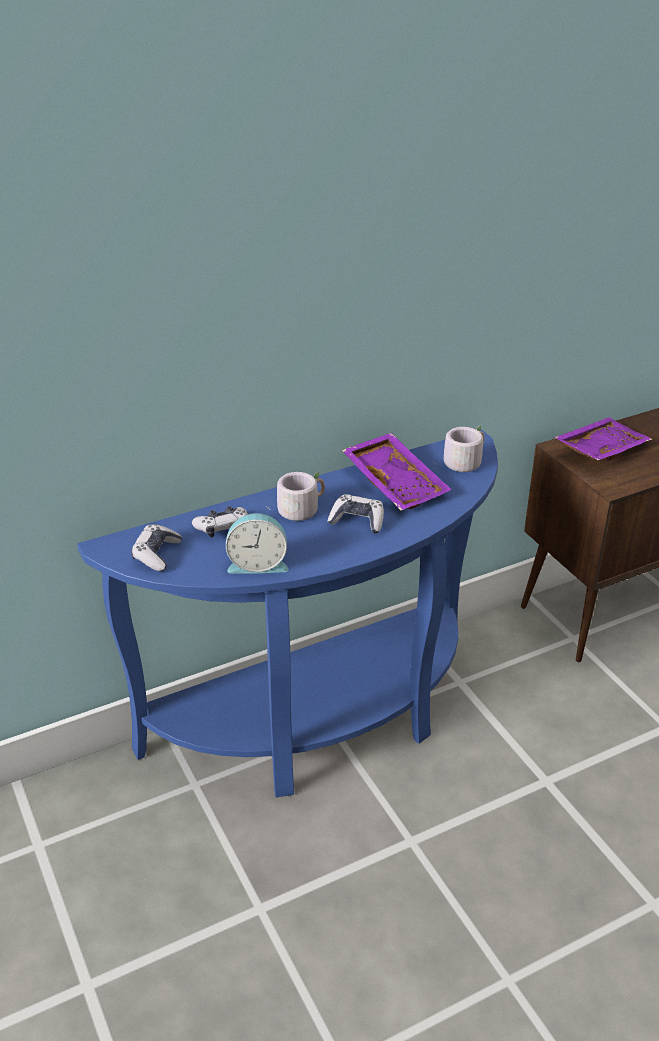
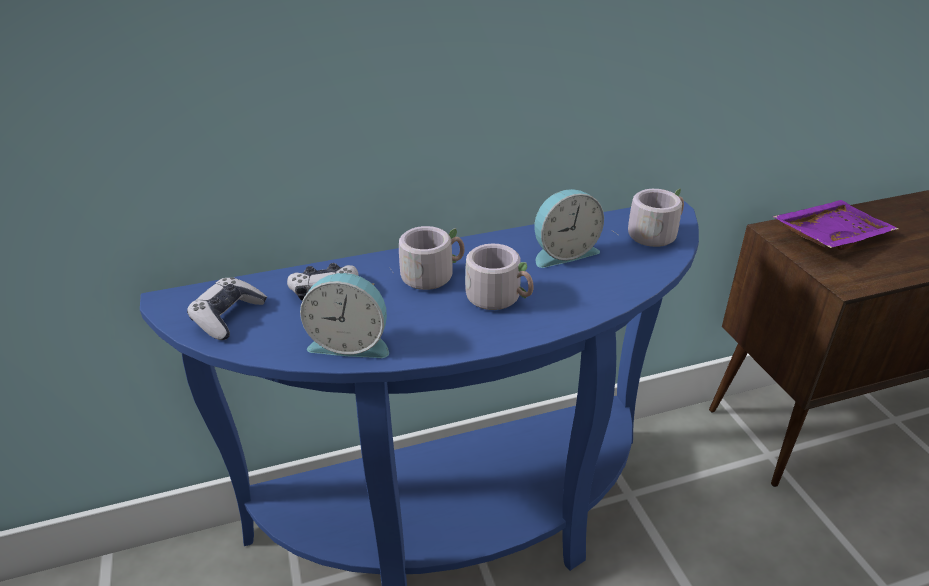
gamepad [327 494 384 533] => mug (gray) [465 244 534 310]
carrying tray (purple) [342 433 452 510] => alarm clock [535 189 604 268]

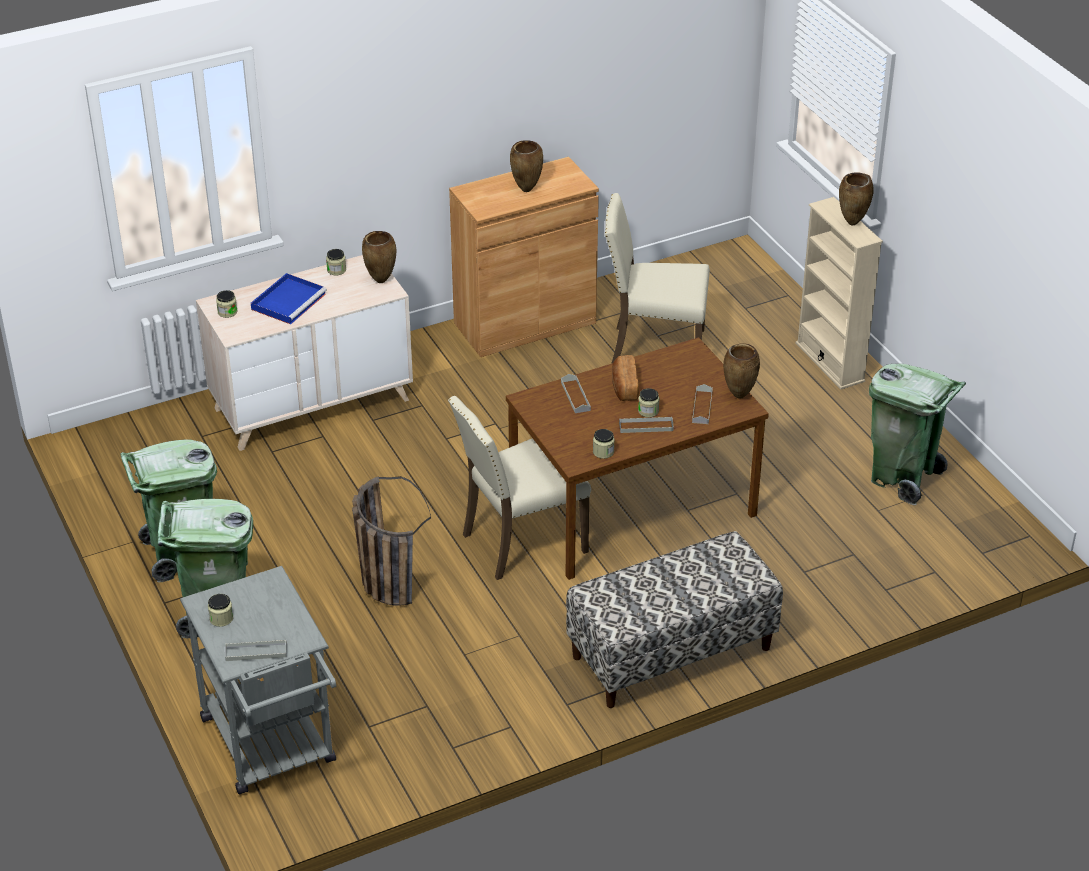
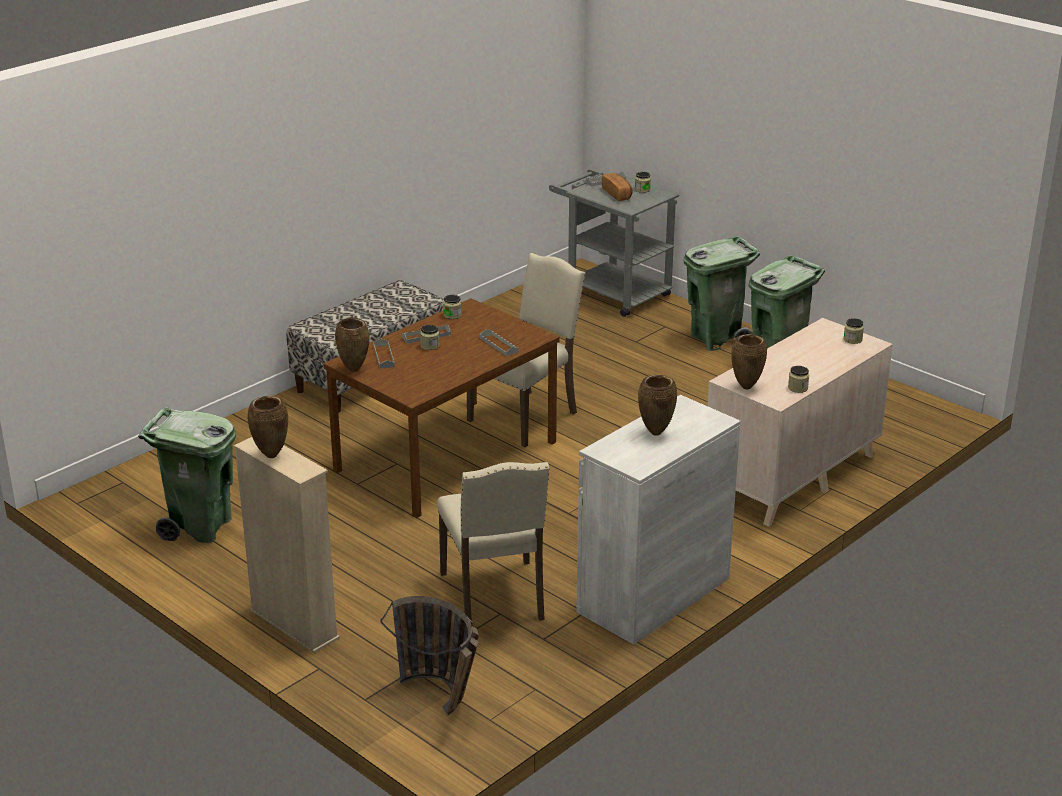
carrying tray (blue-coloured) [251 273 327 324] => nothing
basket [352 476 431 606] => basket [381 596 479 715], moved
baked bread [612 355 639 401] => baked bread [602 173 633 201], moved
cabinet (brown) [449 157 599 357] => cabinet (white-coloured) [576 395 741 645]
upright chair (beige) [604 193 710 364] => upright chair (beige) [437 462 550 621], 90 degrees clockwise

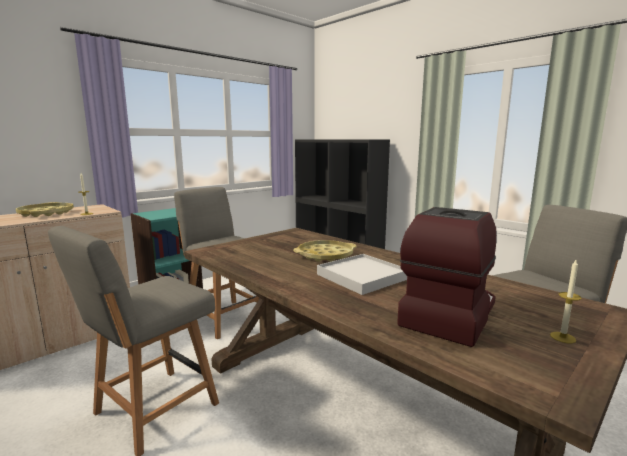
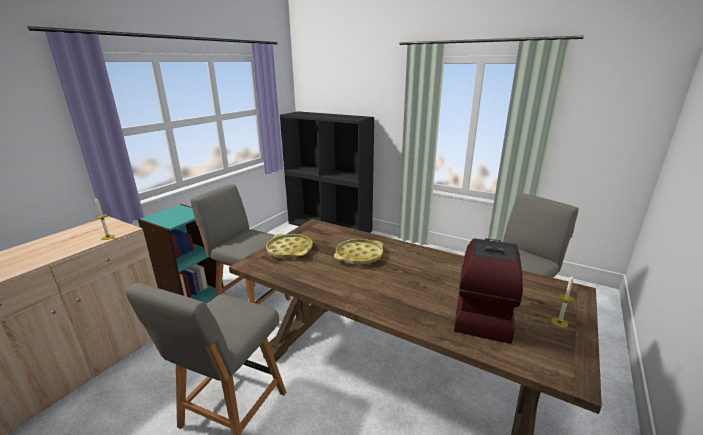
carrying tray (white-coloured) [317 254 407 295] => nothing
carrying tray (yellowish) [16 202 74 217] => carrying tray (yellowish) [266 234 313 259], moved

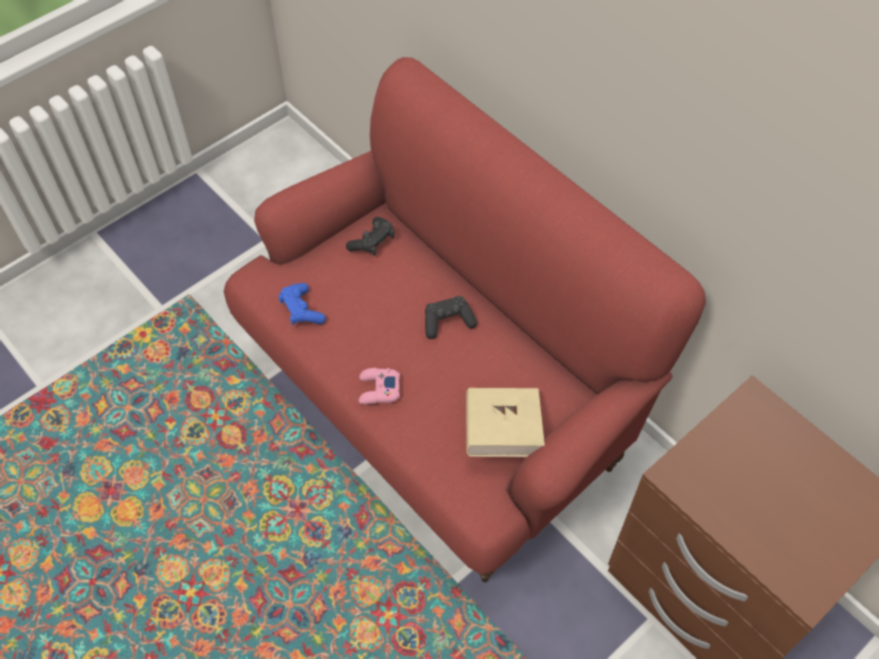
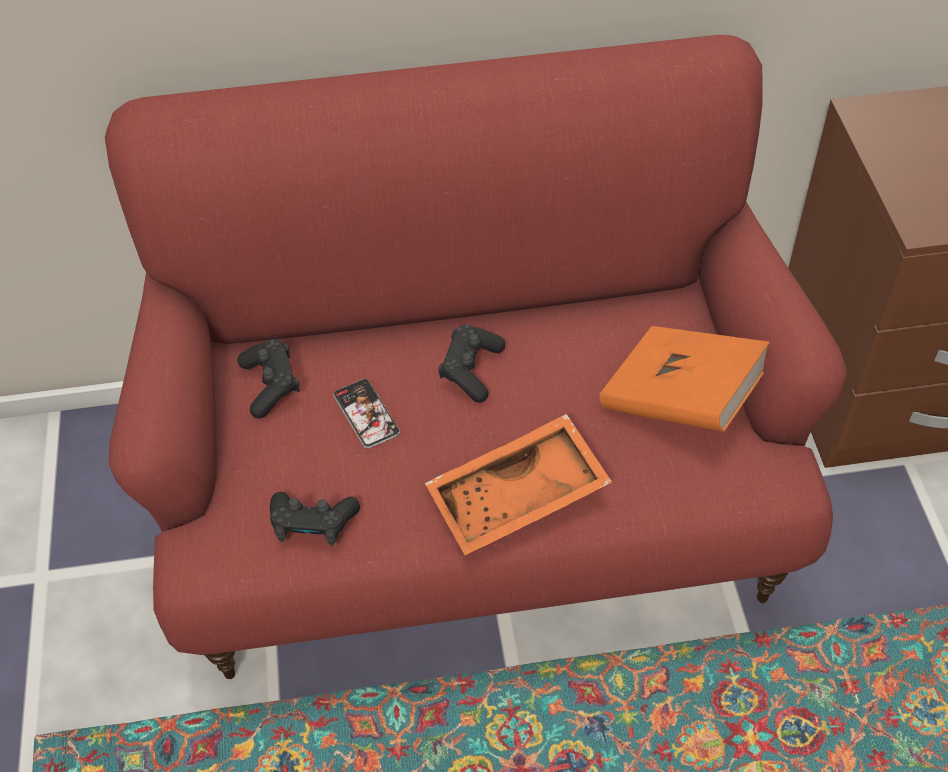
nothing => handset [333 379 400 448]
gamepad (pink-coloured) [359 368 400 404] => carrying tray (orangey) [425 414 612 555]
gamepad (blue-coloured) [279 283 326 325] => gamepad (black-coloured) [270 492 360 546]
book (beige) [466 388 545 457] => book (orangey) [600 326 770 432]

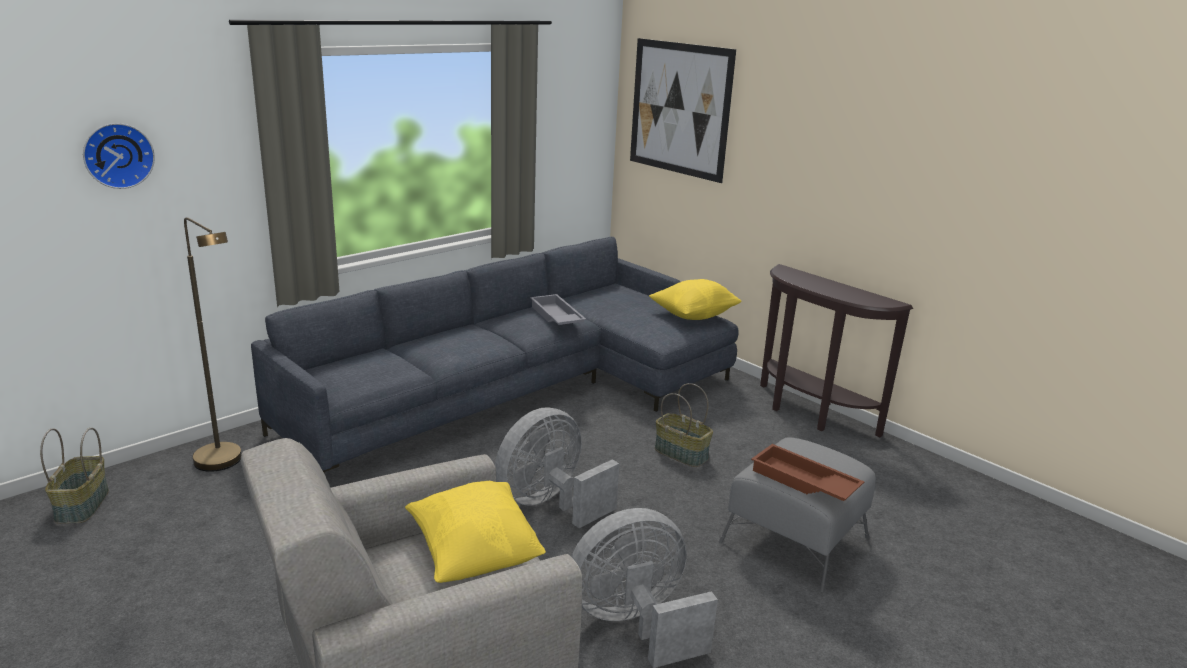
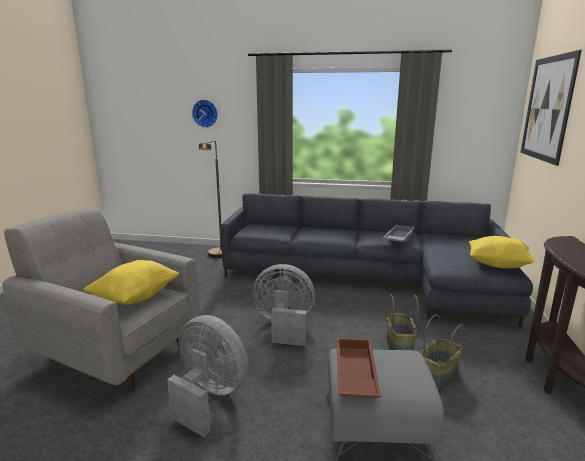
basket [40 428 109 524] => basket [421 314 465 389], moved

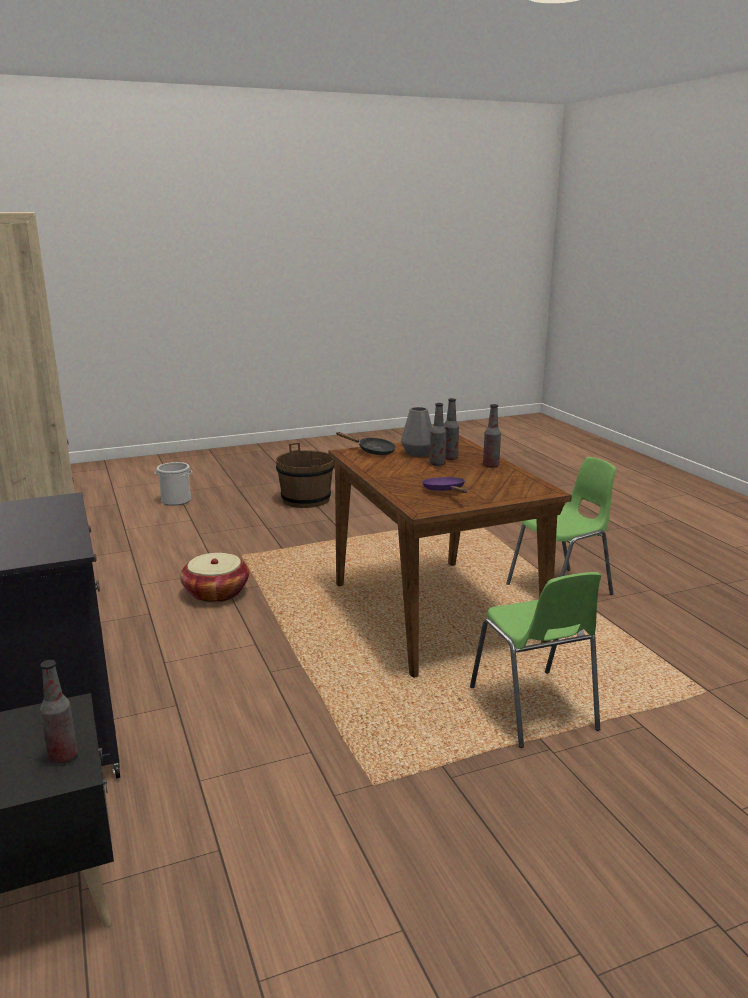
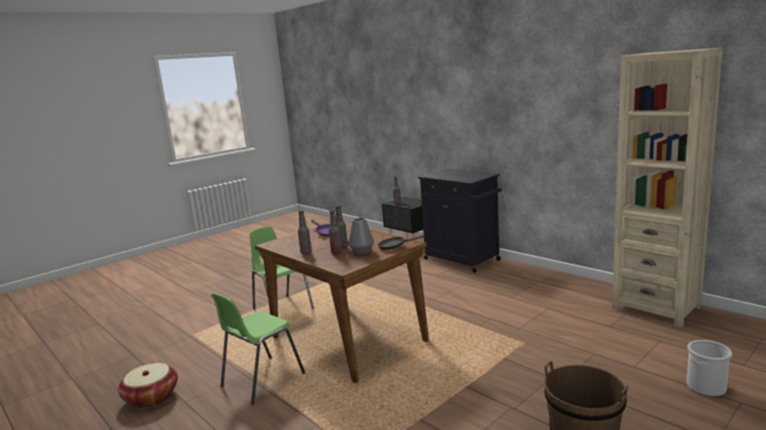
basket [180 553 249 603] => basket [118 363 178 408], moved

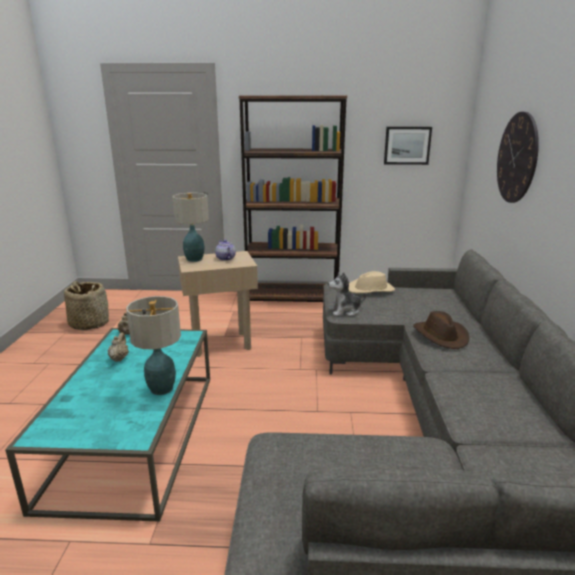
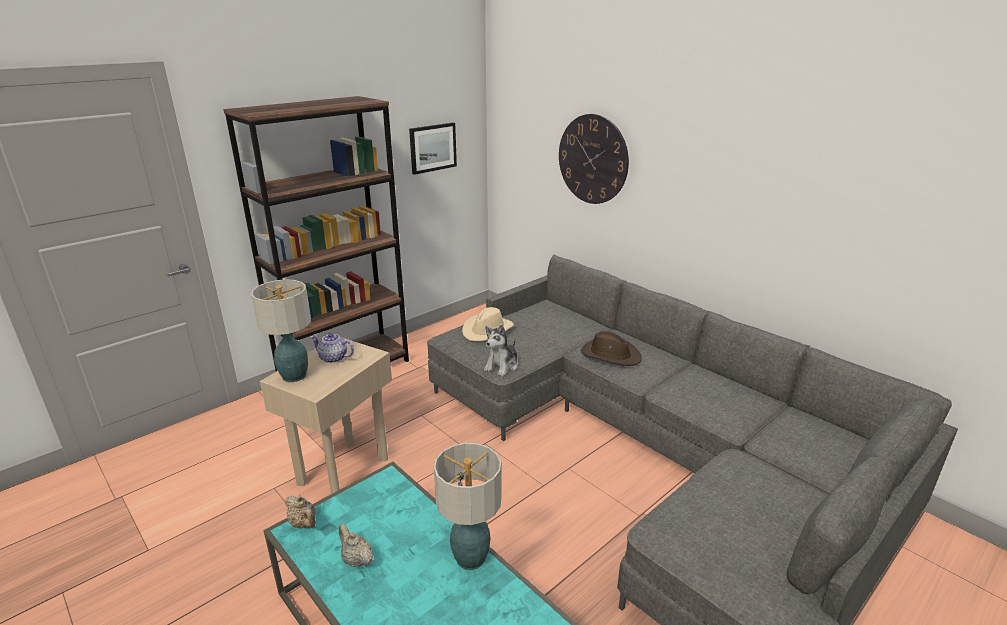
basket [64 281 109 330] => nothing

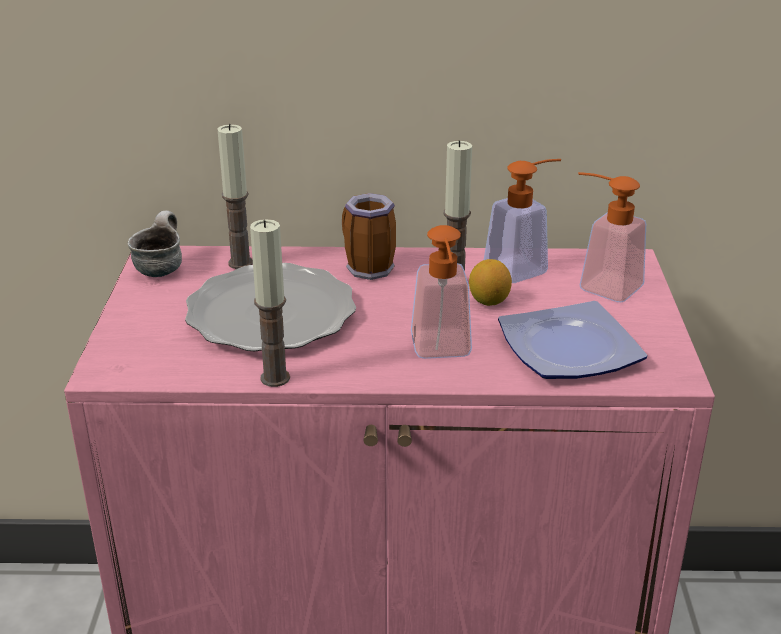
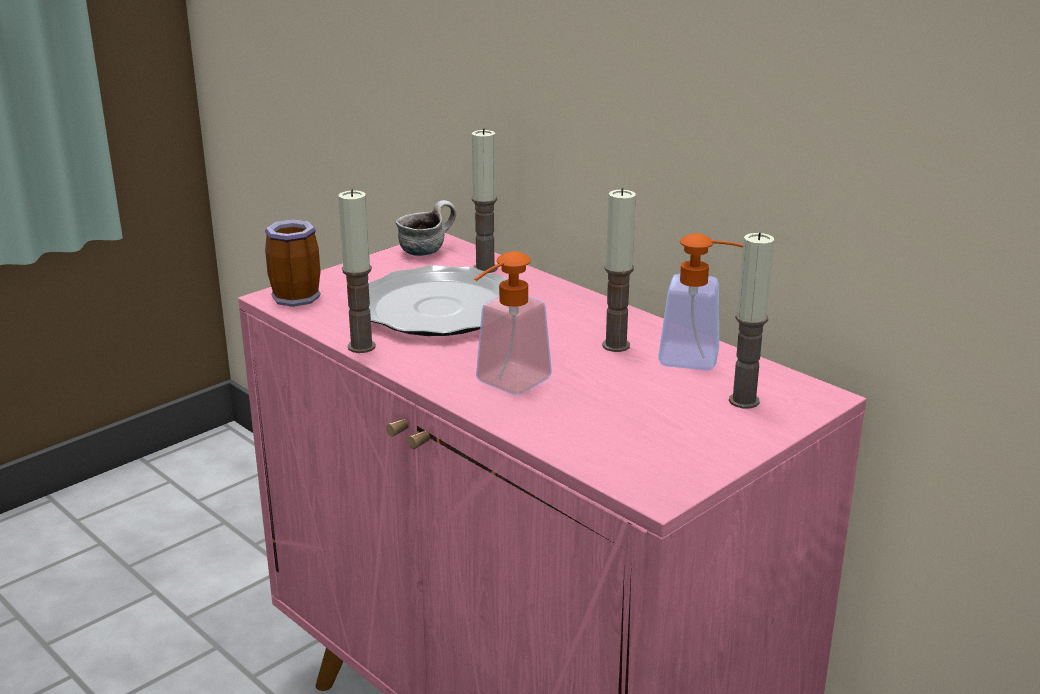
citrus fruit [469 259 512 306] => nothing
plate [498 301 647 379] => nothing
mug [342 193 396 280] => mug [265 219 321 307], moved
liquid soap bottle [578 172 646 302] => wax light [729 232 774 409]

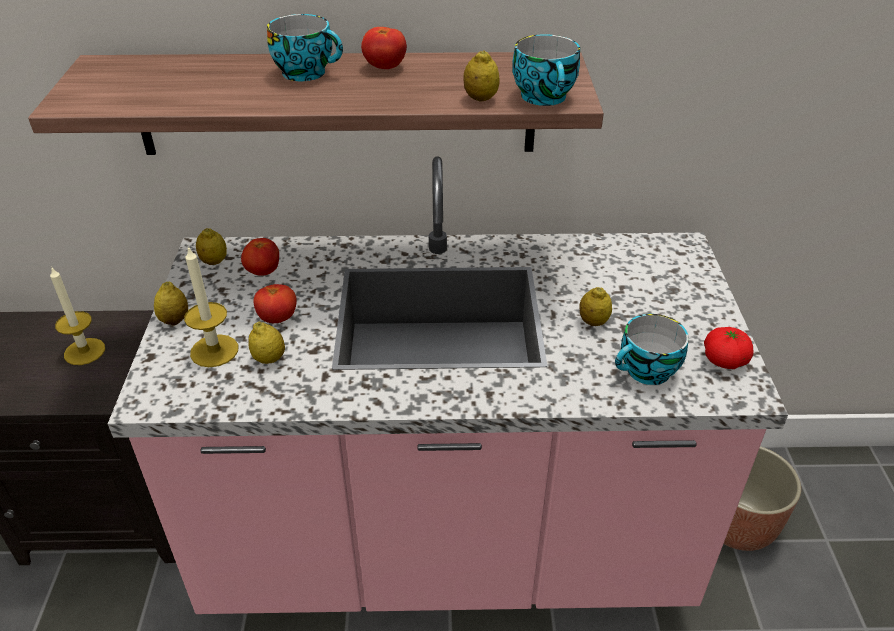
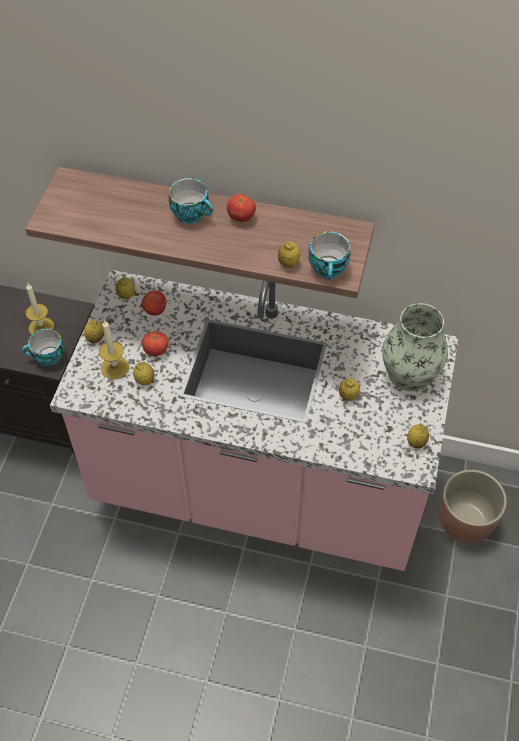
nothing => flower vase [382 303 448 391]
cup [615 314 689 385] => cup [22 328 64 366], moved
whole tomato [704 327 753 369] => citrus fruit [407 423 429 448]

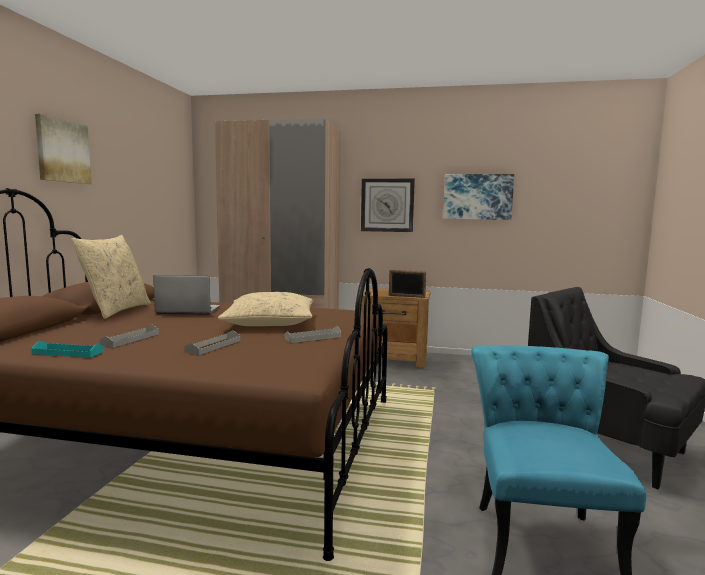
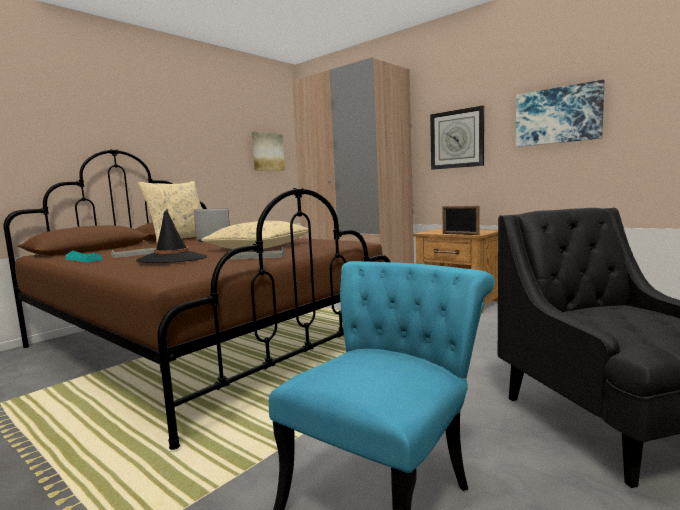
picture [35 114 91 184] => picture [252 132 285 171], moved
carrying tray (gray) [185 330 240 355] => wearable hat (black-coloured) [136 209 208 263]

